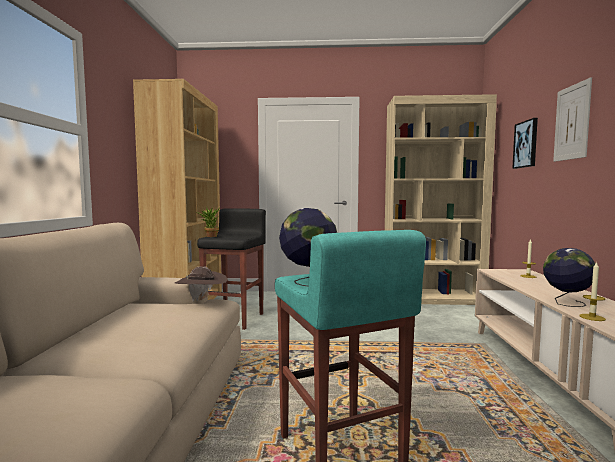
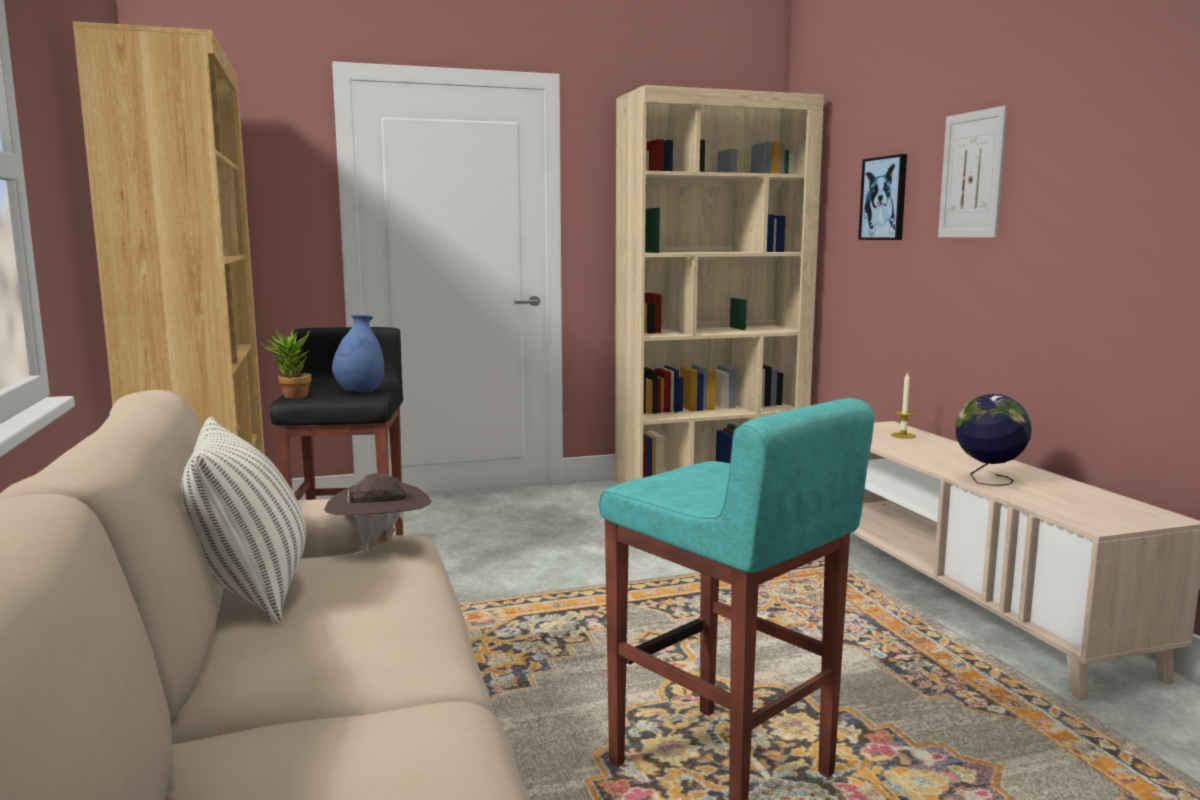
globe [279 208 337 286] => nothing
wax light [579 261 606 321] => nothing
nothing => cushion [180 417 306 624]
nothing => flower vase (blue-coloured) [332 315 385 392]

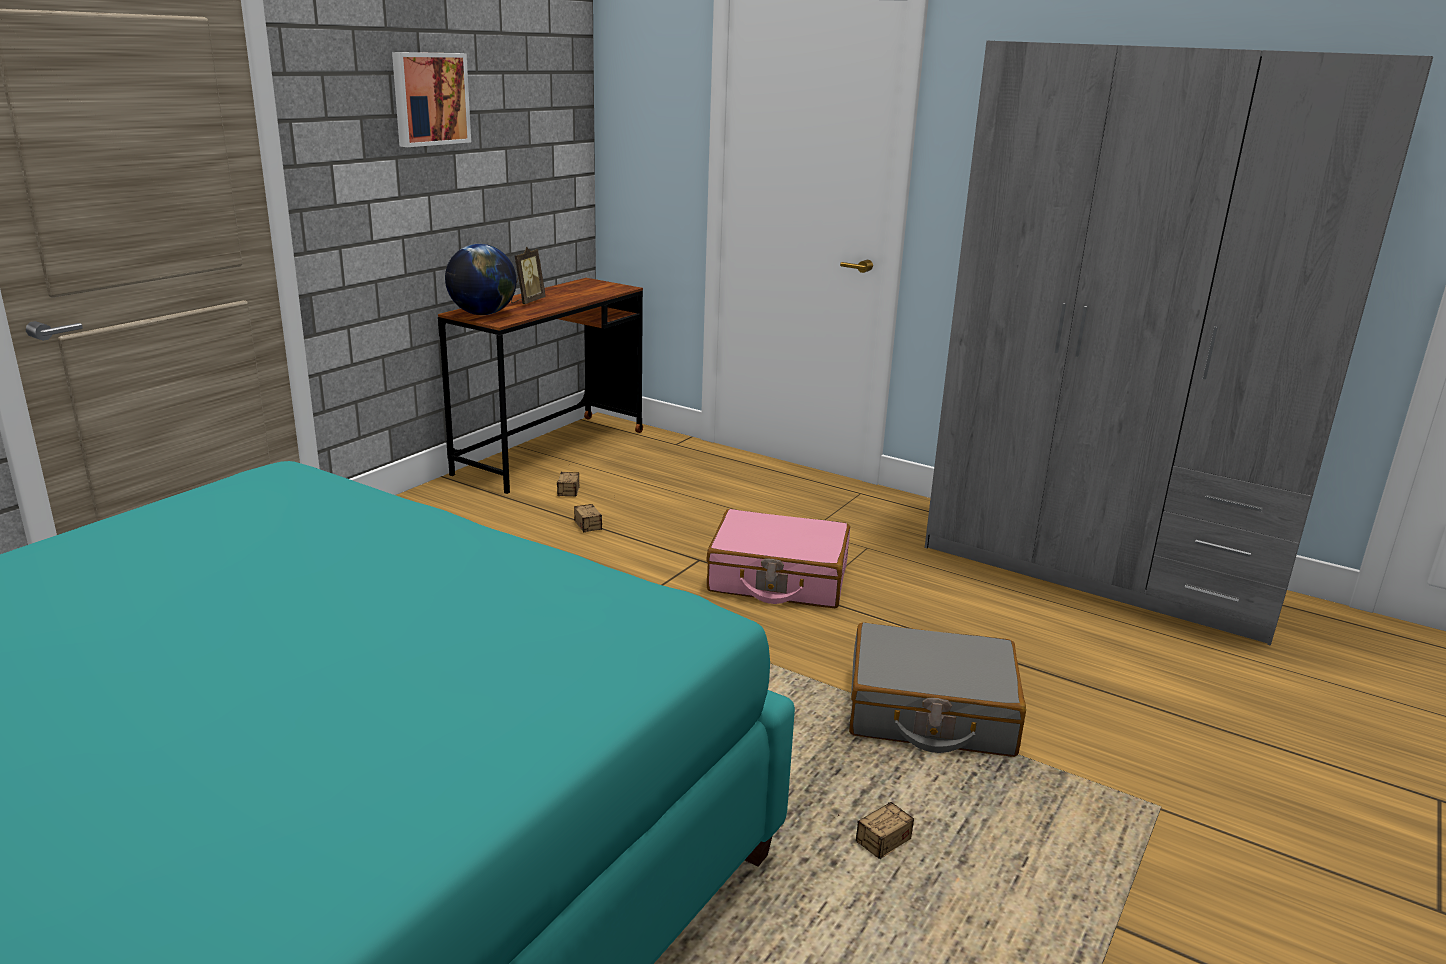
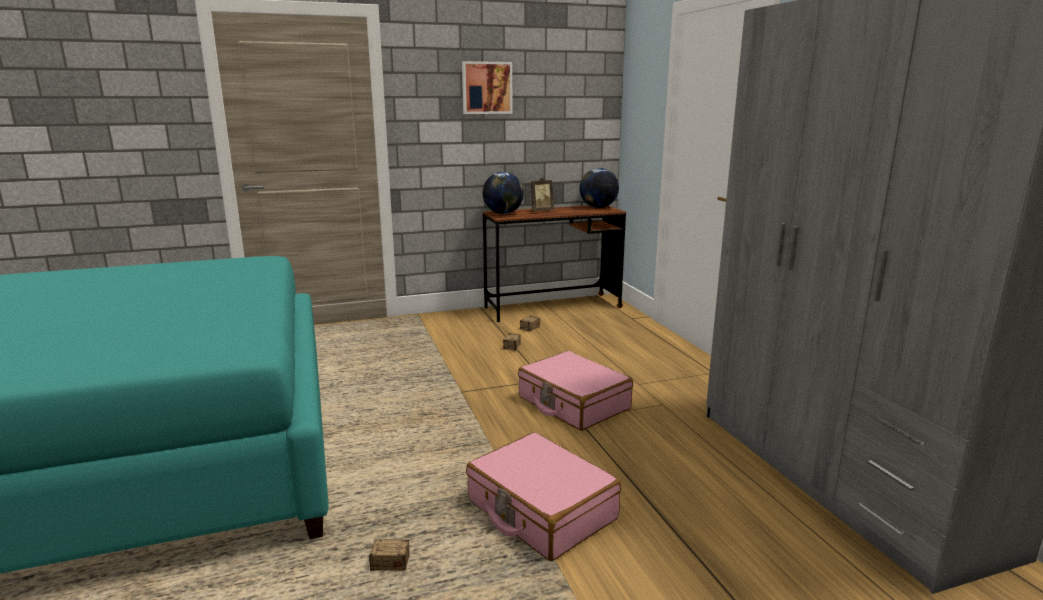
nothing => globe [579 168 619 208]
piece of luggage (gray) [849 622 1026 757] => piece of luggage (pink-coloured) [466 432 621 561]

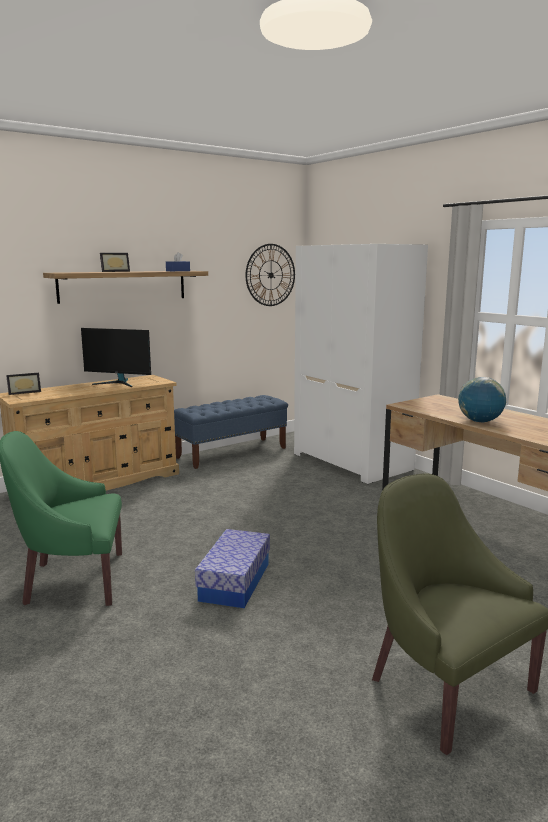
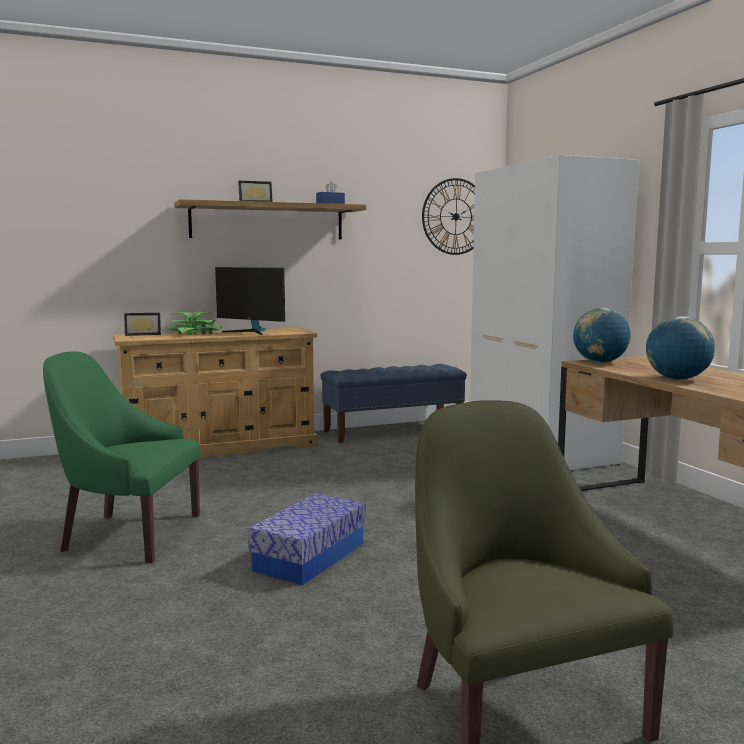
nothing => potted plant [167 311 223 335]
nothing => globe [573 308 631 363]

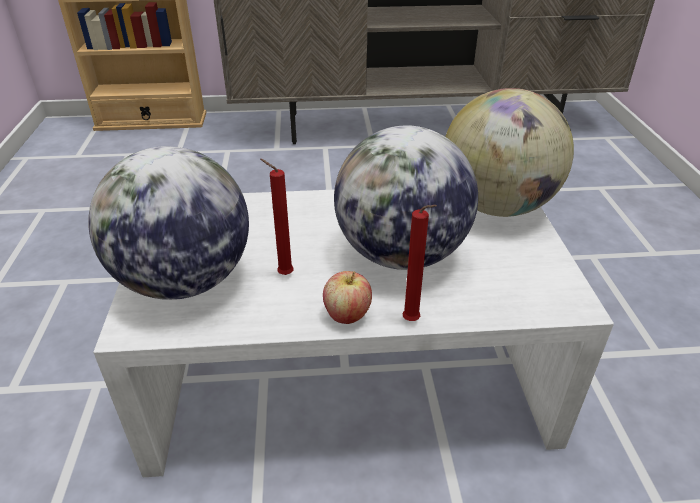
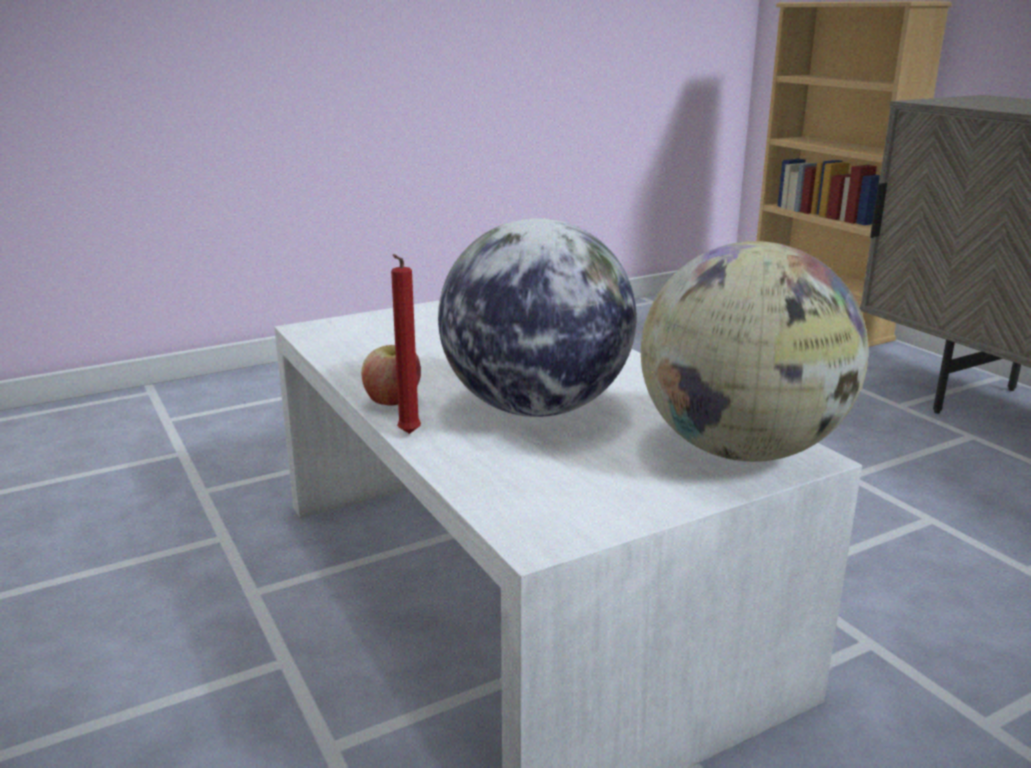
globe [88 146 249 300] => nothing
wax light (reddish) [260 159 293 275] => nothing

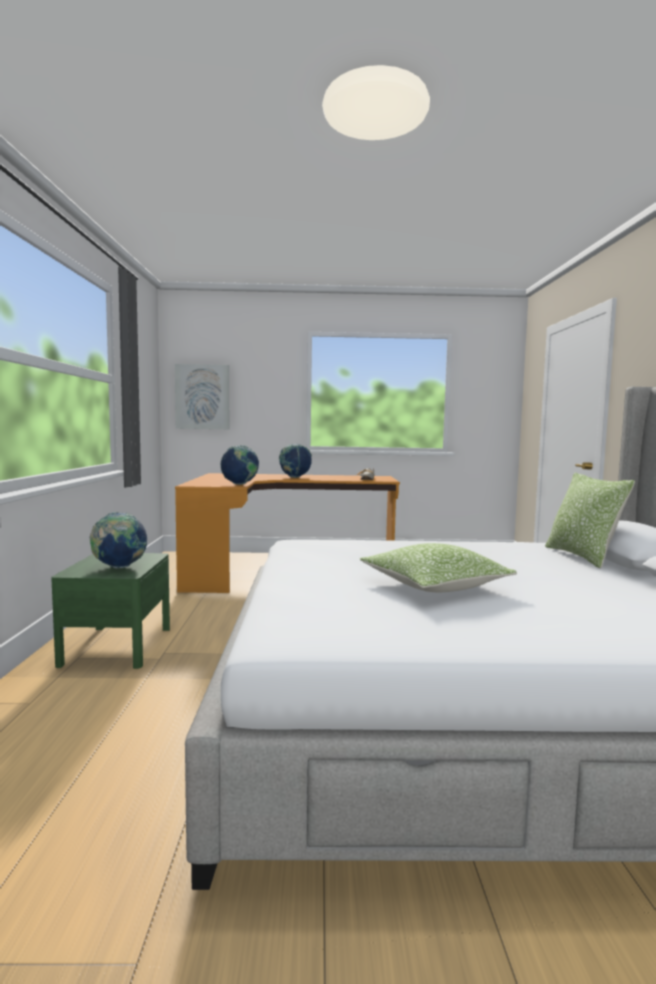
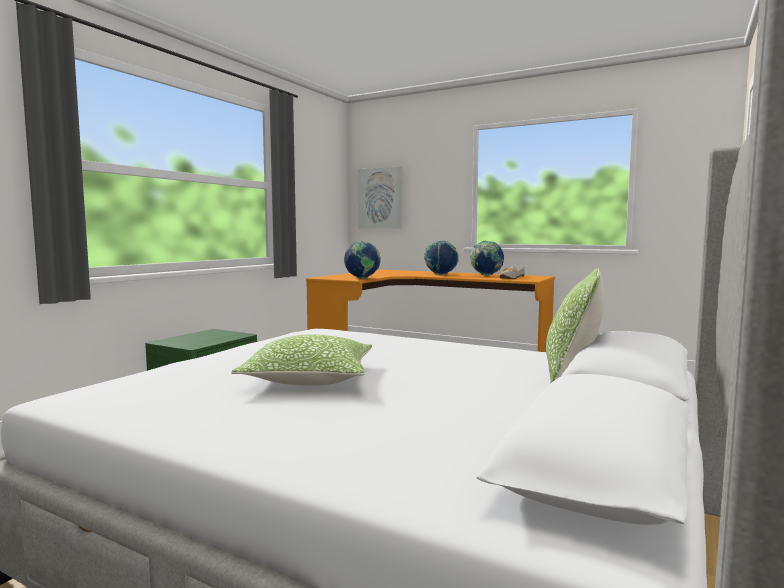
globe [90 512 147 569] => globe [470 240 504 276], moved

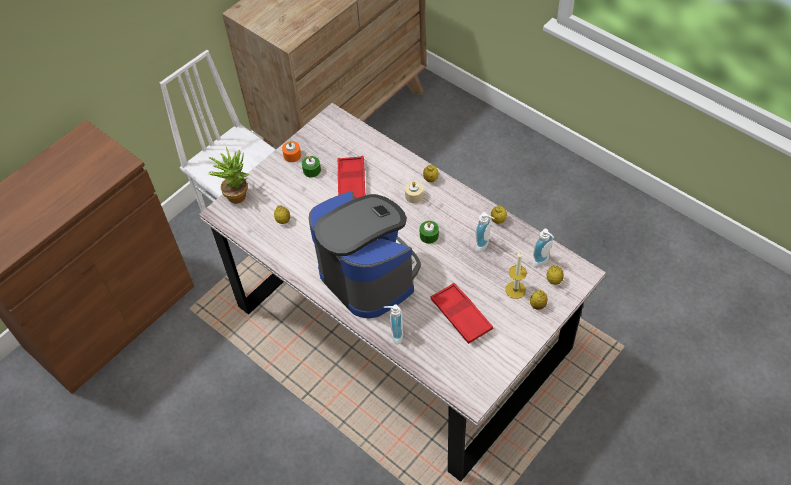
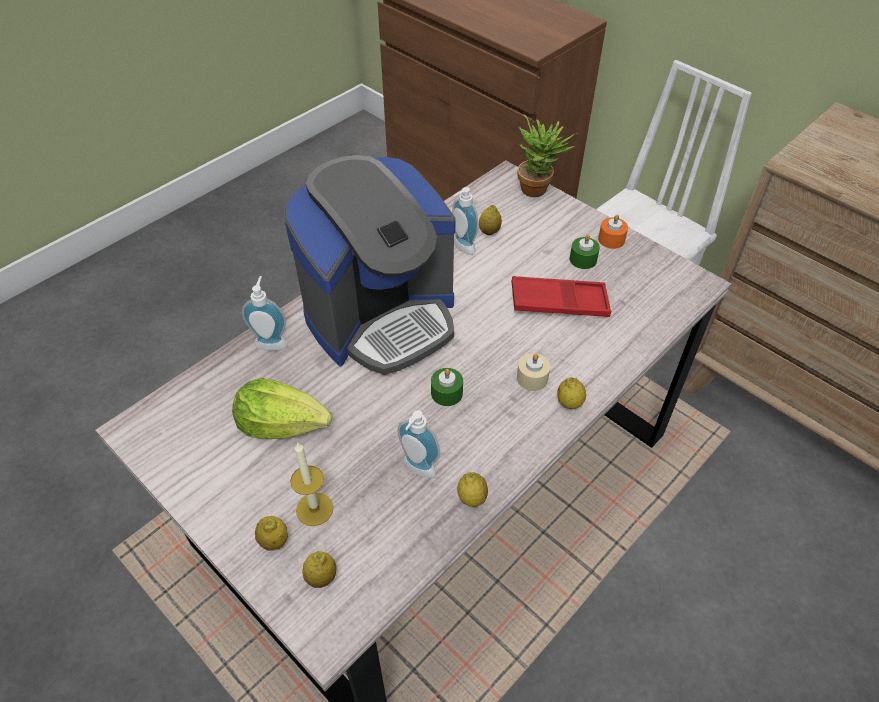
liquid soap bottle [533 229 554 268] => liquid soap bottle [452 187 478 255], moved
carrying tray (reddish) [430 283 493 344] => head of lettuce [232 378 332 439]

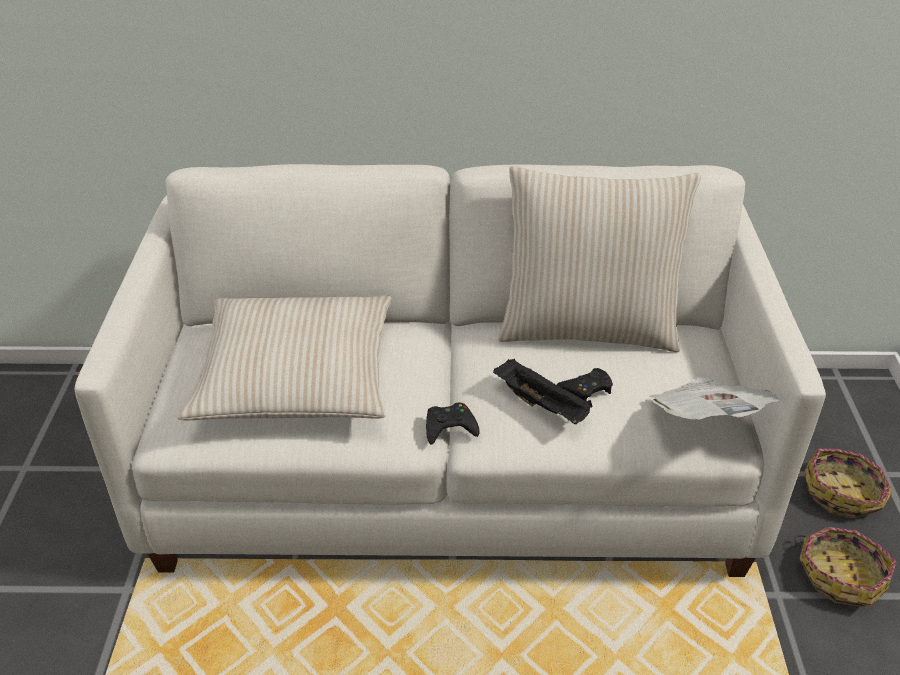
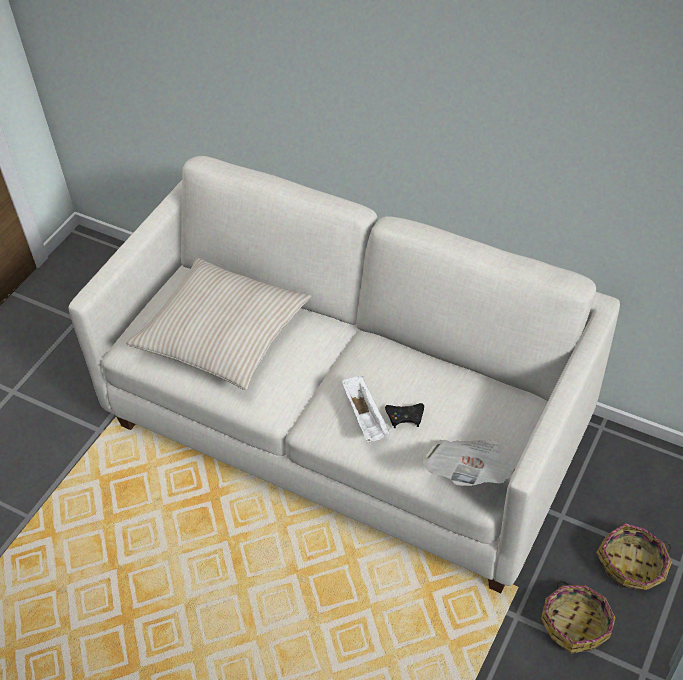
gamepad (black-coloured) [426 403 480 445] => nothing
cushion (beige) [498 166 701 352] => nothing
carrying tray (black-coloured) [493 359 593 424] => carrying tray (white-coloured) [342 375 389 442]

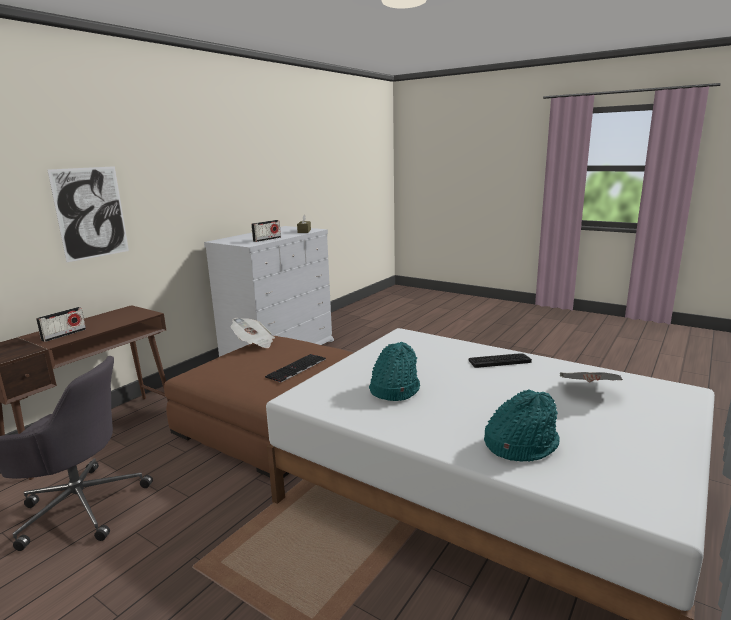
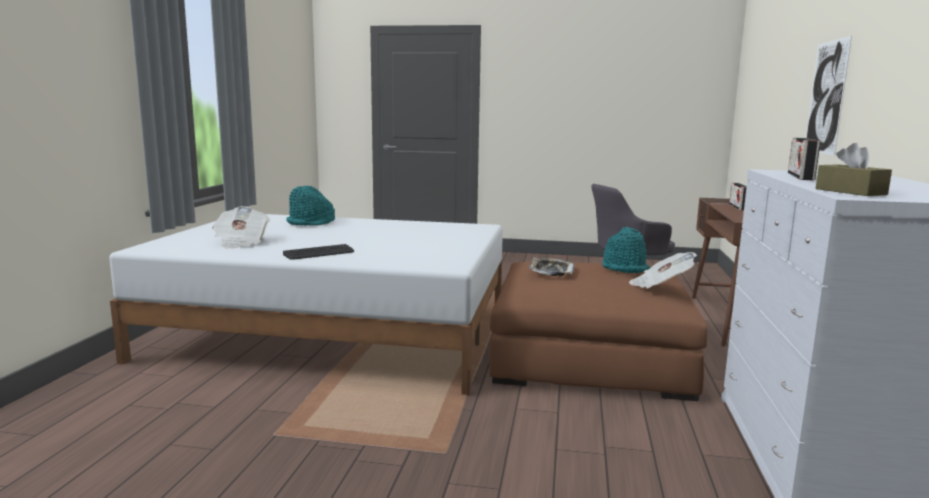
wearable hat (turquoise-coloured) [369 342 420 401] => wearable hat (turquoise-coloured) [603 227 650 273], moved
computer keyboard [265 354 326 383] => carrying tray [529 258 574 276]

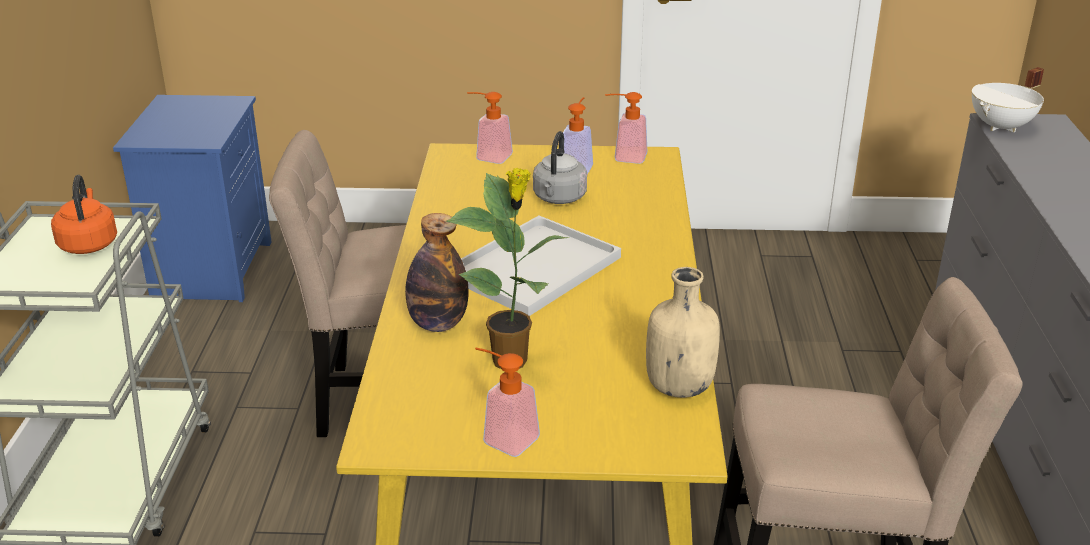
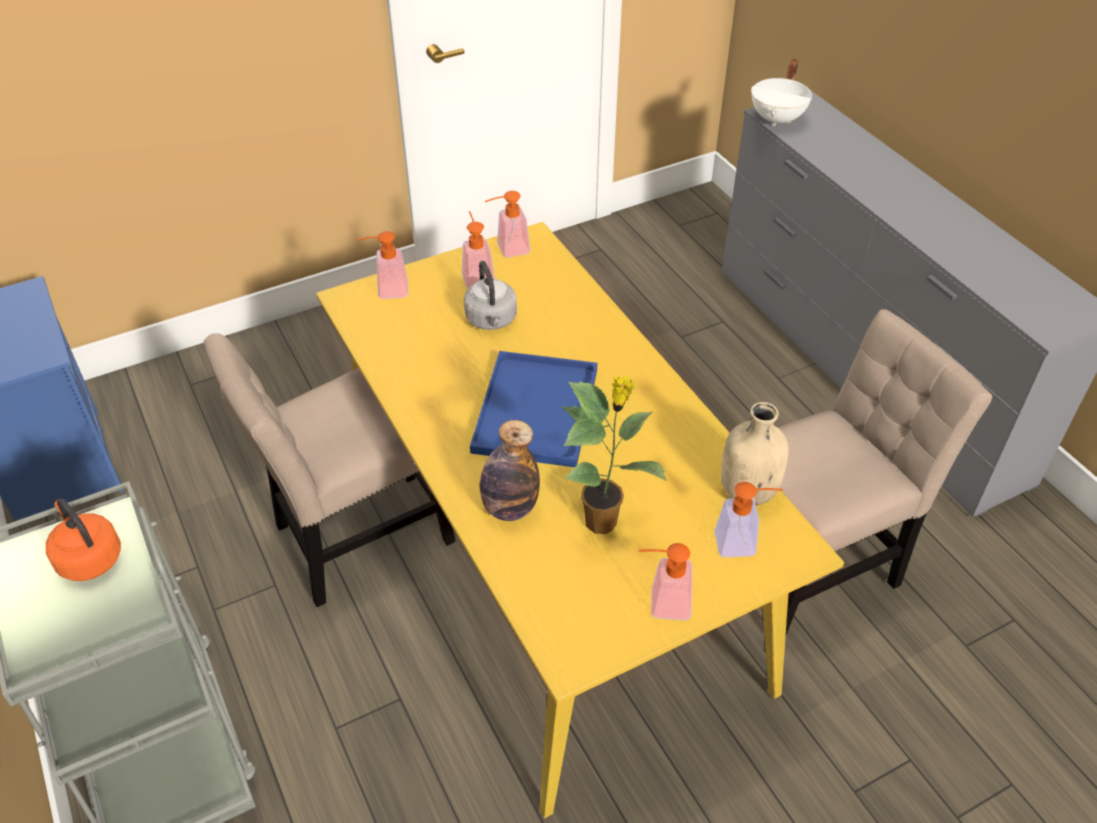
nothing => liquid soap bottle [714 482 783 557]
carrying tray (white-coloured) [461 216 621 316] => carrying tray (blue-coloured) [470 351 597 467]

